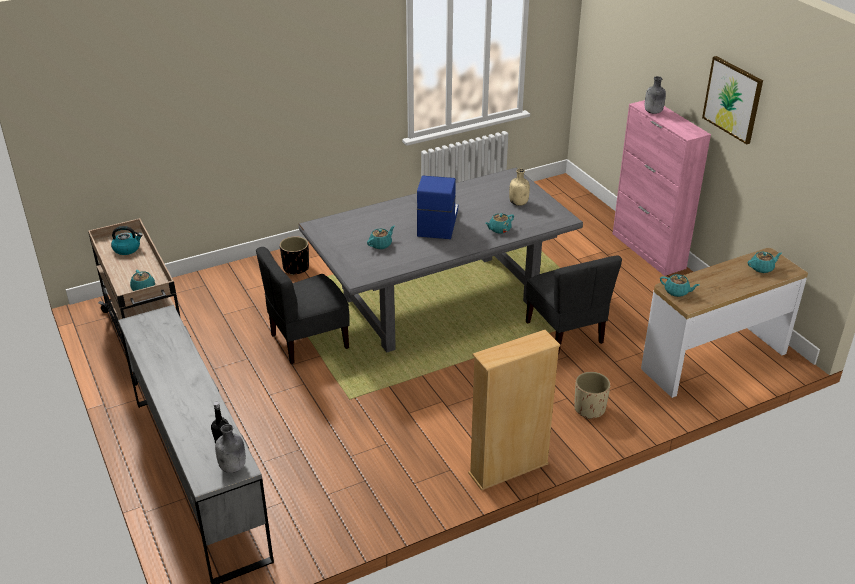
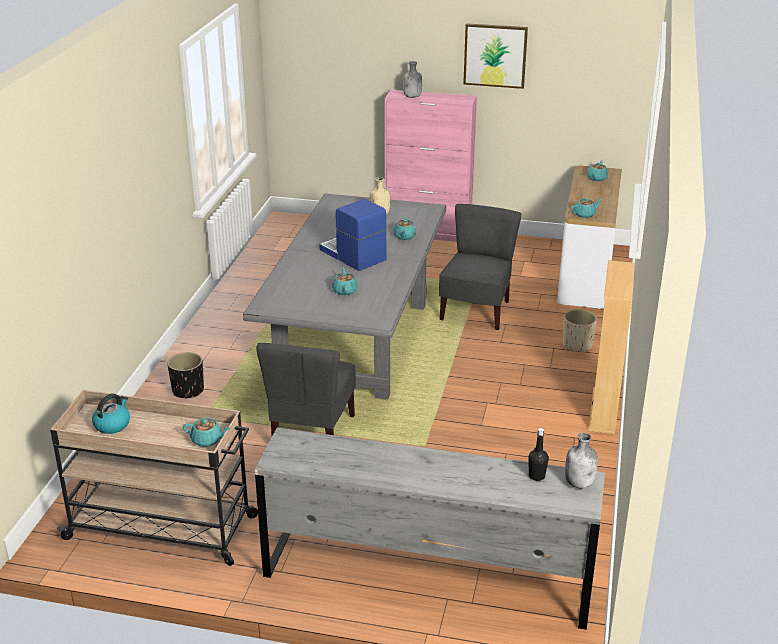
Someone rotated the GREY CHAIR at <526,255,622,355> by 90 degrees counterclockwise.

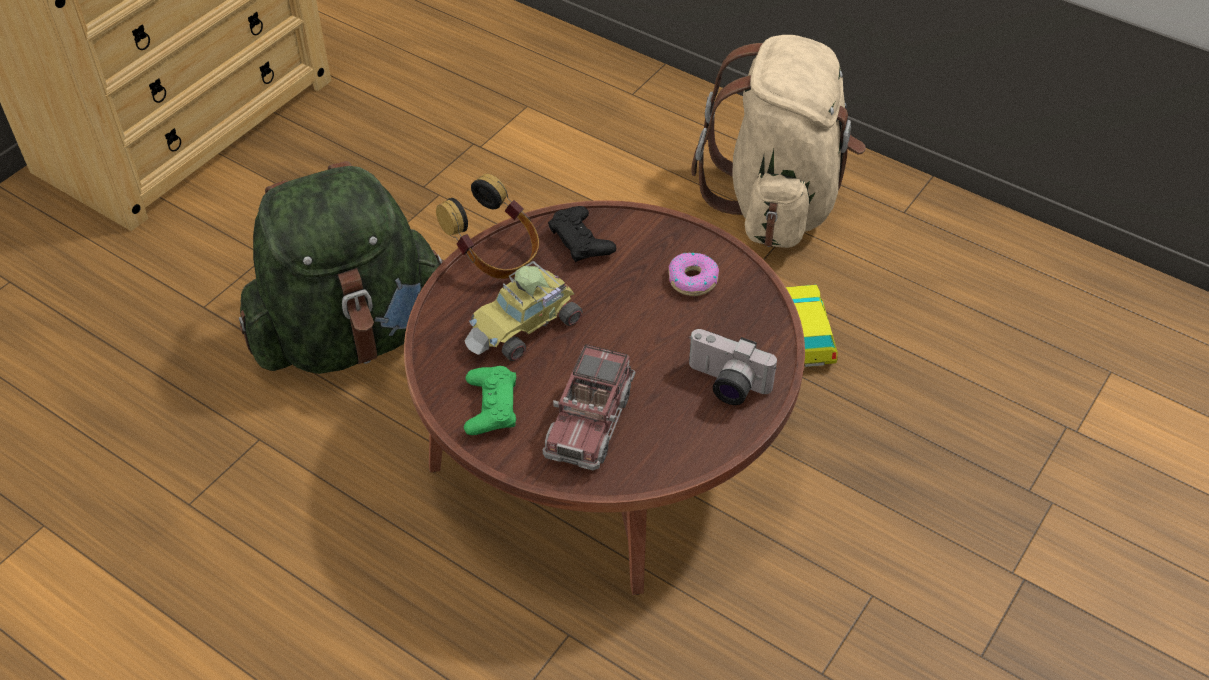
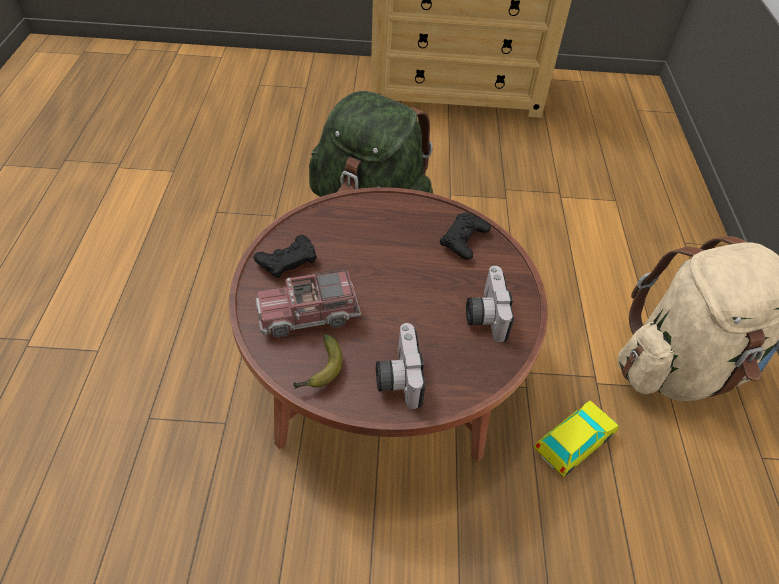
Someone repainted the GREEN GAME CONTROLLER at <464,366,516,435>, which became the BLACK GAME CONTROLLER at <253,235,317,278>.
Someone put down the BANANA at <293,334,343,389>.
Someone swapped the DONUT at <669,252,719,296> for the PHOTO CAMERA at <466,266,514,342>.
Someone took away the HEADPHONES at <436,174,539,279>.
Someone took away the TOY CAR at <465,261,583,361>.

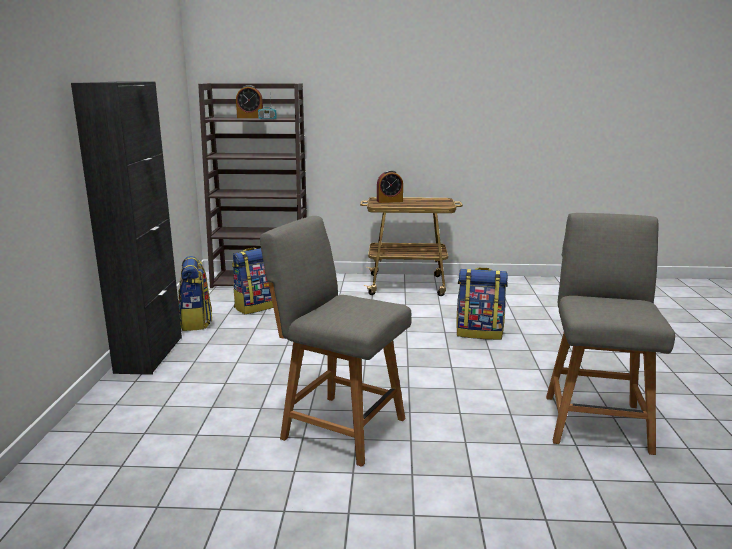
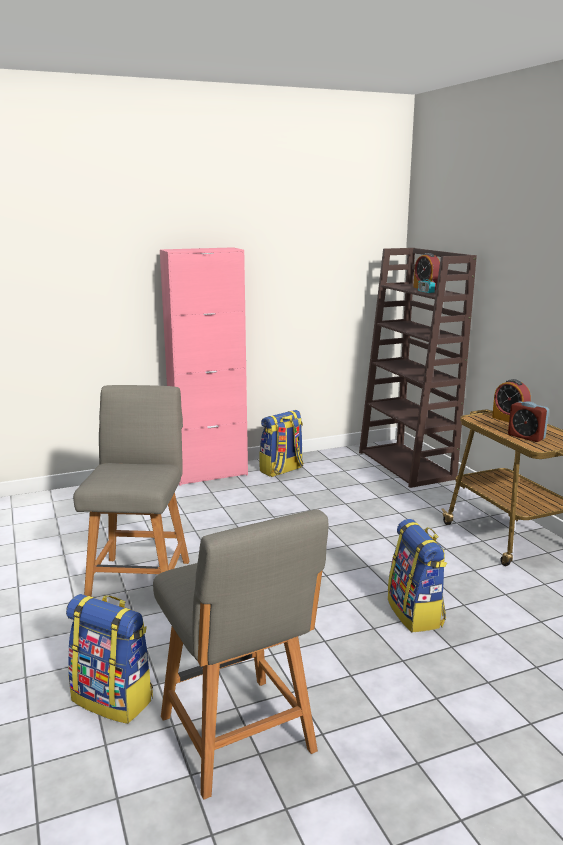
Someone carried the BACKPACK from <232,248,273,314> to <66,594,153,724>.
Someone rotated the GREY CHAIR at <546,213,675,455> by 75 degrees clockwise.
Someone repainted the BLACK CABINET at <71,82,182,375>, which became the PINK CABINET at <160,247,248,486>.
Someone put down the ALARM CLOCK at <508,401,549,442>.

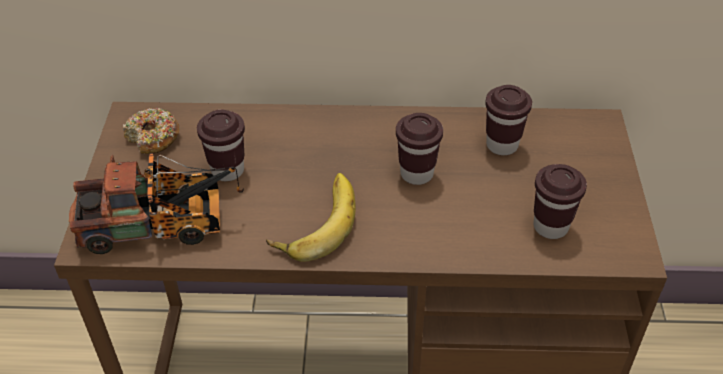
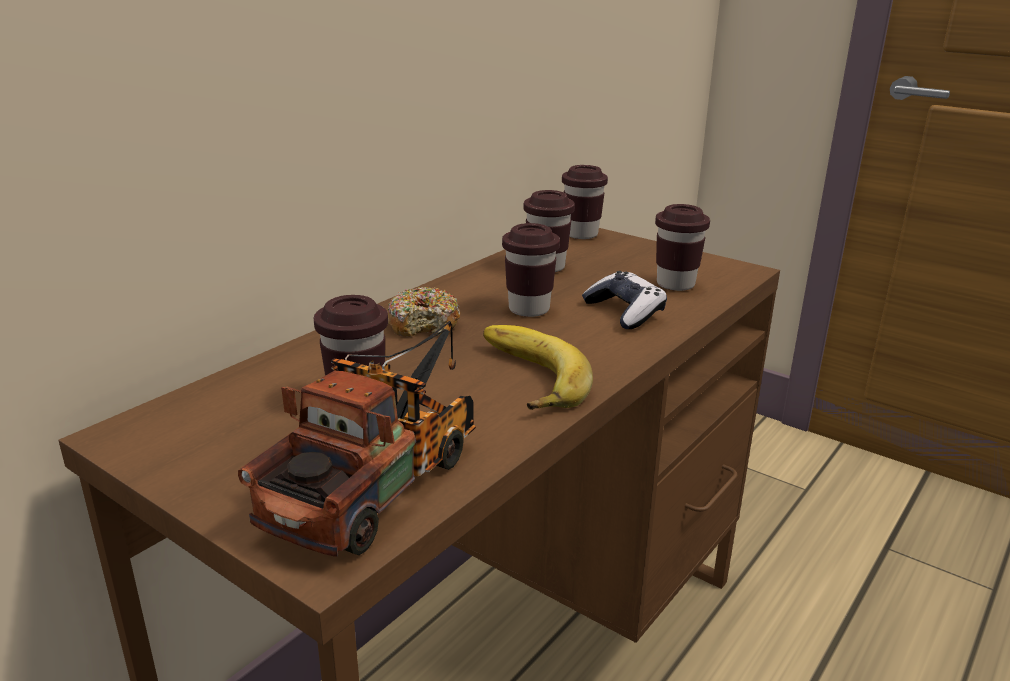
Someone carried the DONUT from <123,108,179,154> to <388,287,460,337>.
Someone put down the BROWN CUP at <562,165,608,239>.
Someone put down the GAME CONTROLLER at <582,271,667,329>.

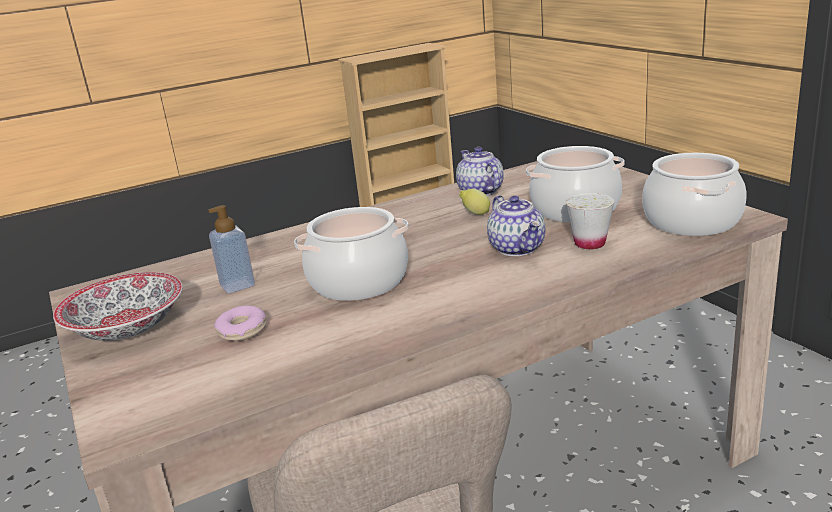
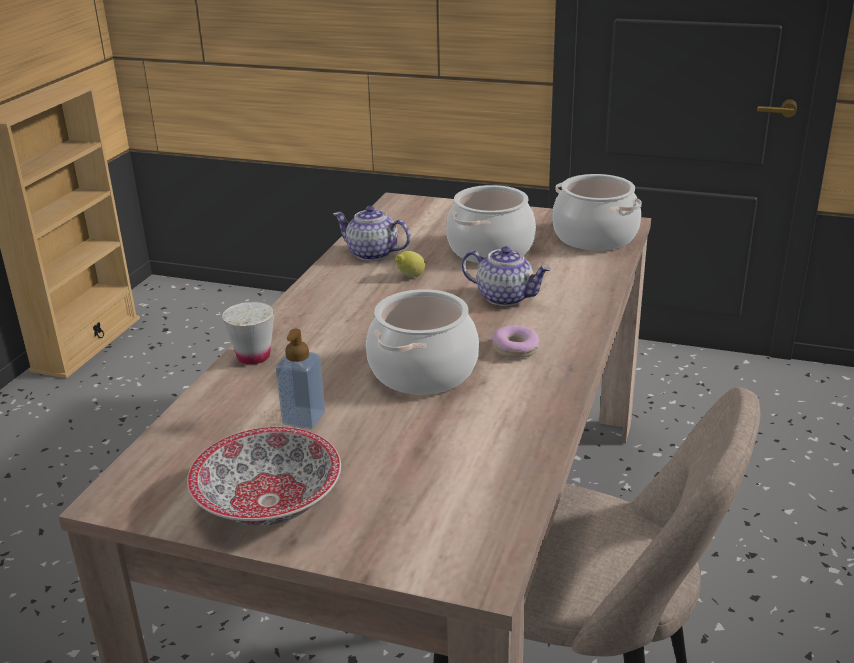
Someone carried the WHITE CUP from <565,193,615,249> to <222,302,274,364>.
Someone carried the DONUT from <214,305,267,341> to <492,325,539,358>.

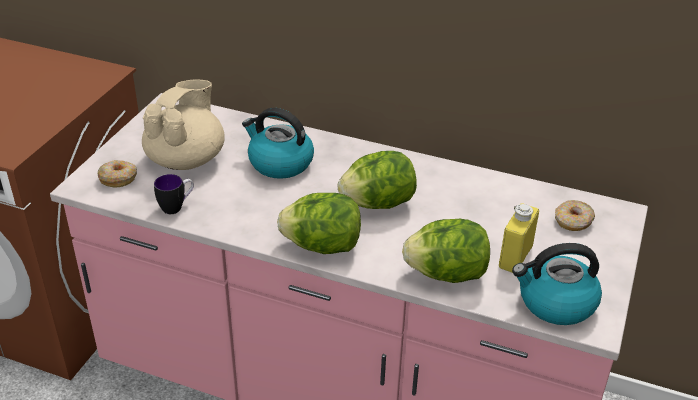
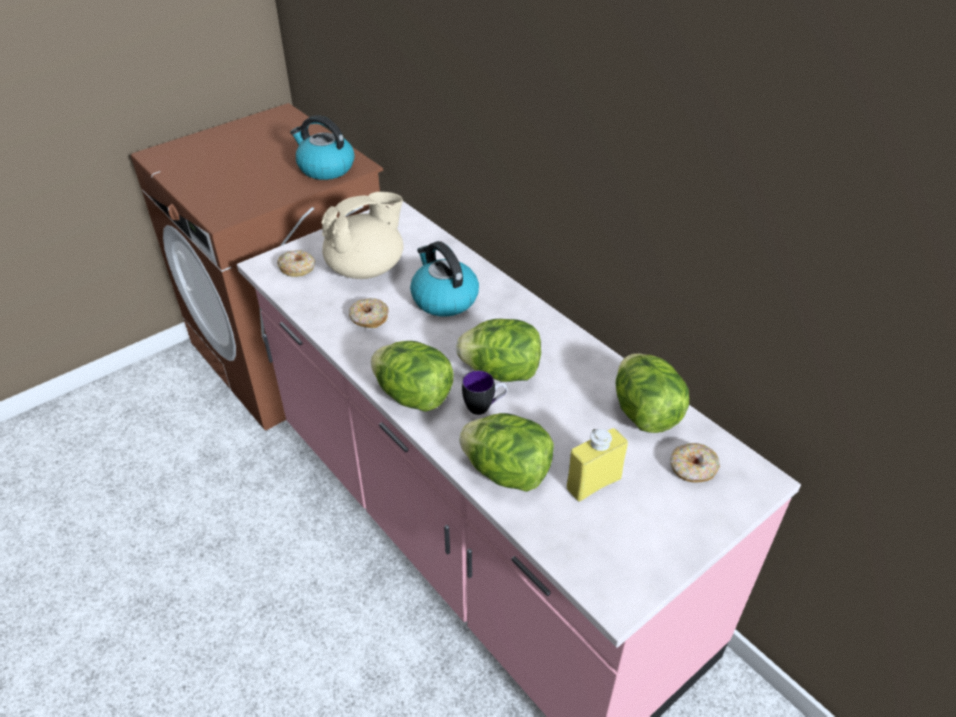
Someone carried the KETTLE from <512,243,602,325> to <290,115,354,180>.
Someone put down the DONUT at <349,298,389,328>.
Someone carried the MUG from <154,174,194,214> to <462,371,507,415>.
Someone put down the LETTUCE at <616,353,689,433>.

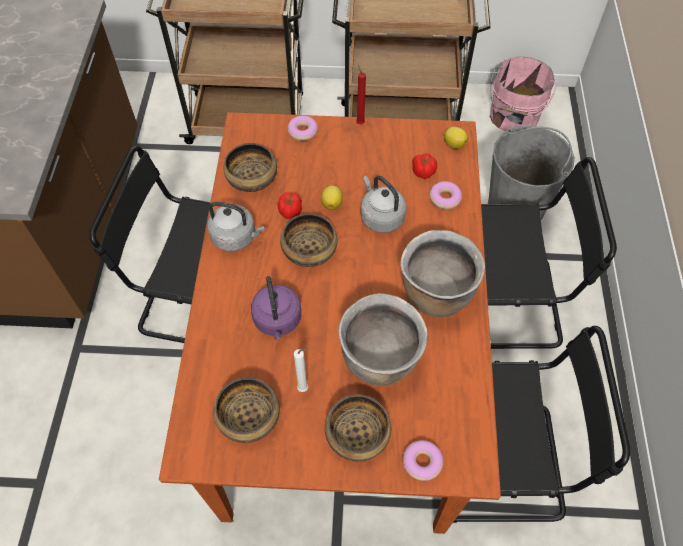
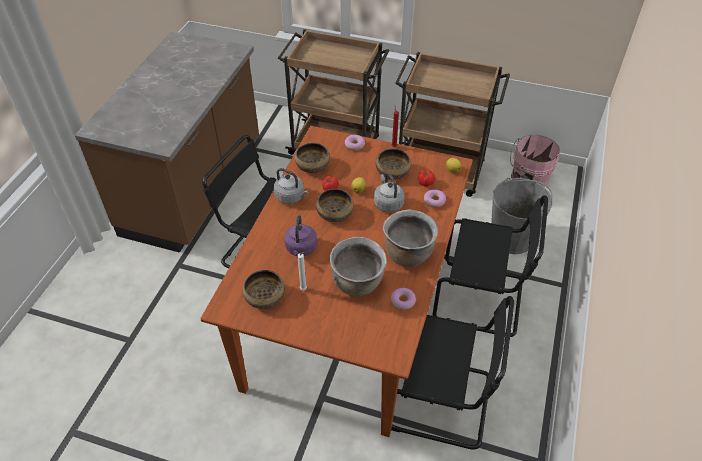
Someone carried the BOWL from <325,394,391,462> to <376,148,411,179>.
Someone carried the DONUT from <403,440,443,481> to <390,288,416,310>.

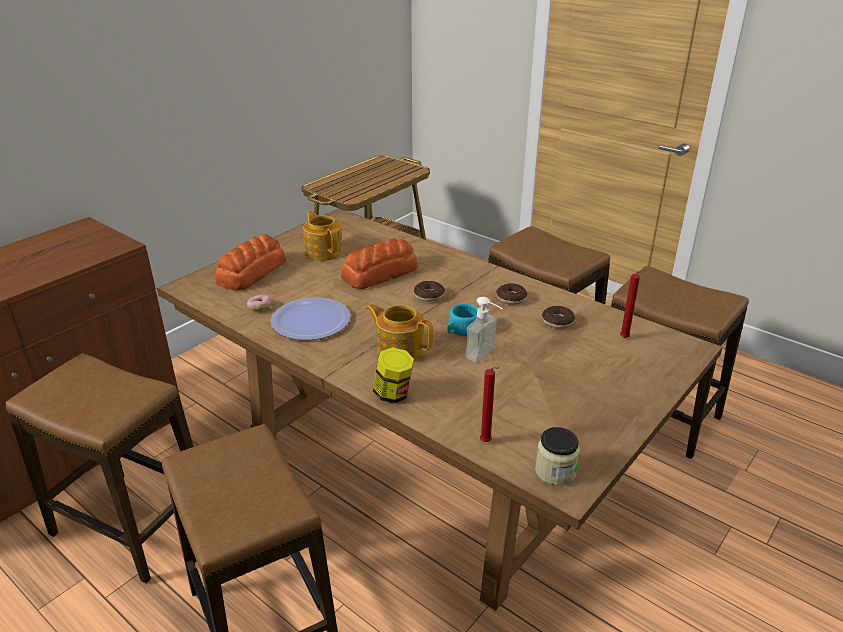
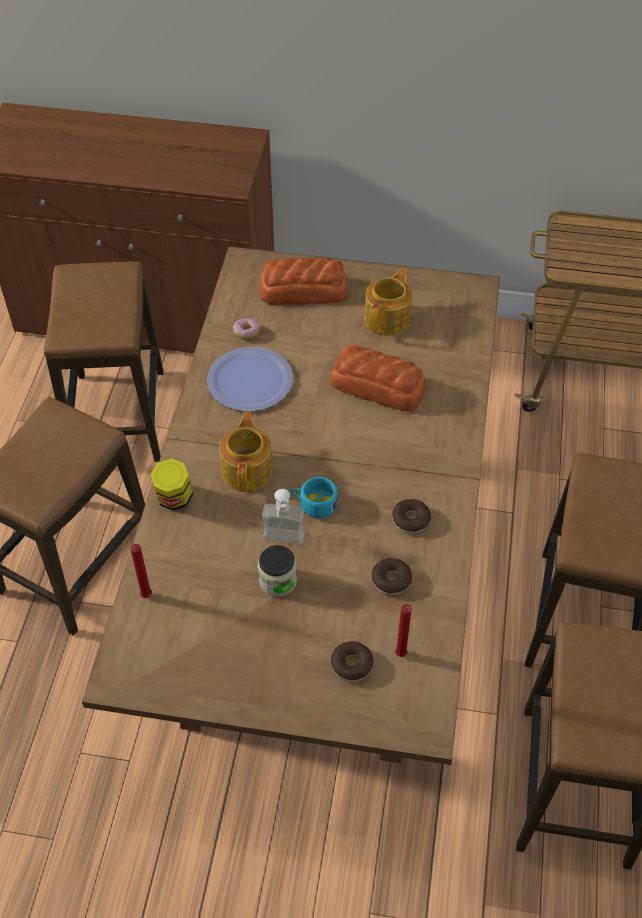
Someone carried the JAR from <535,427,580,486> to <258,545,297,597>.
Someone carried the DONUT from <414,281,445,302> to <331,641,374,682>.

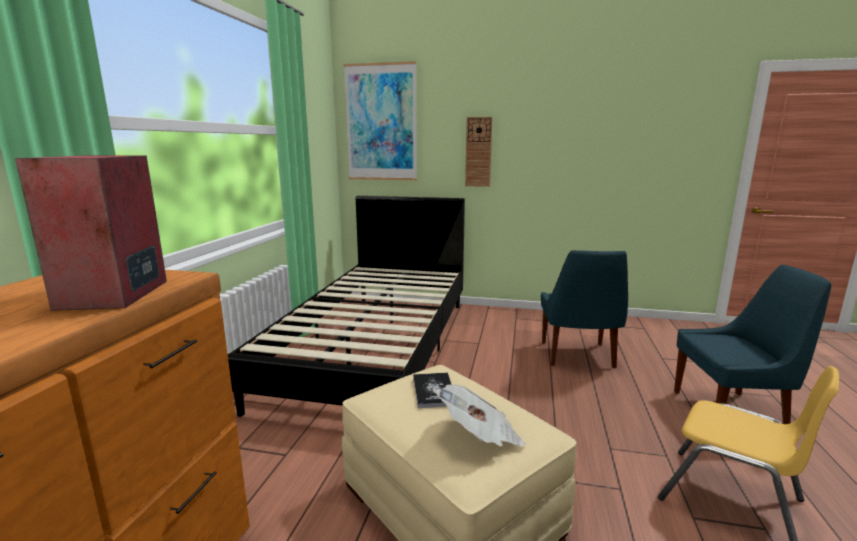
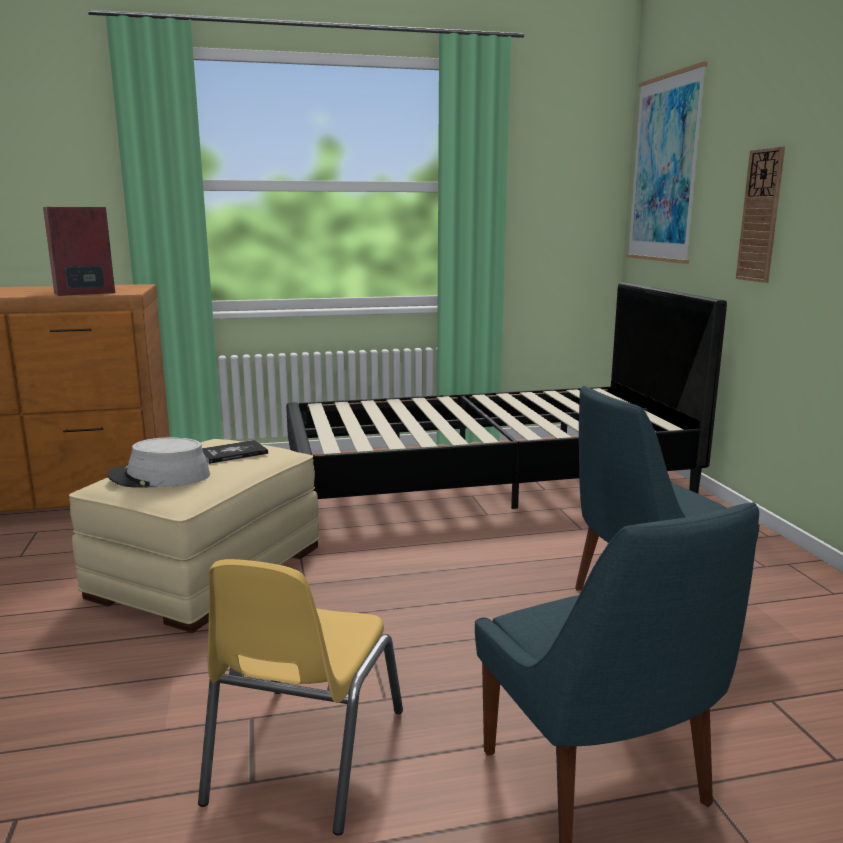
Someone swapped the NEWSPAPER at <436,384,525,446> for the GREY HAT at <108,437,210,488>.

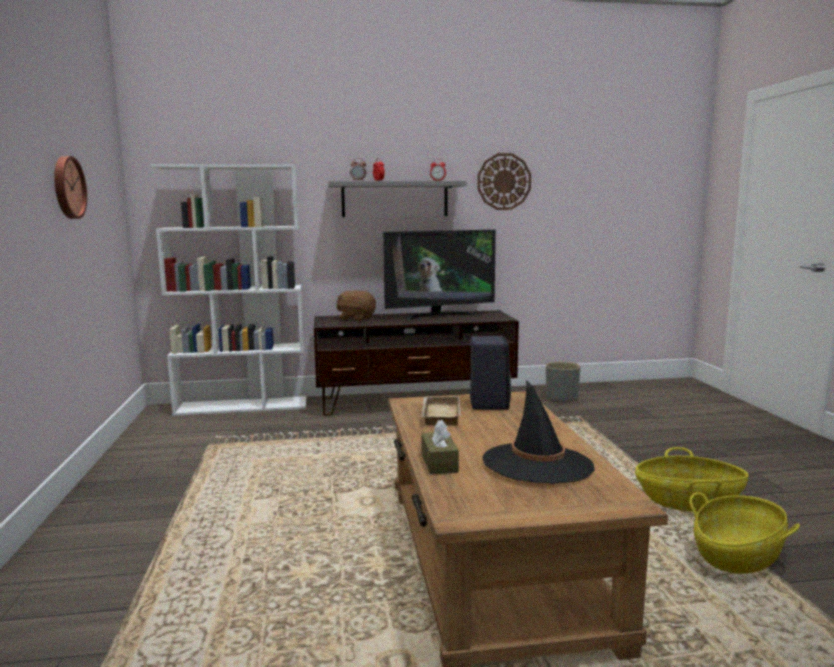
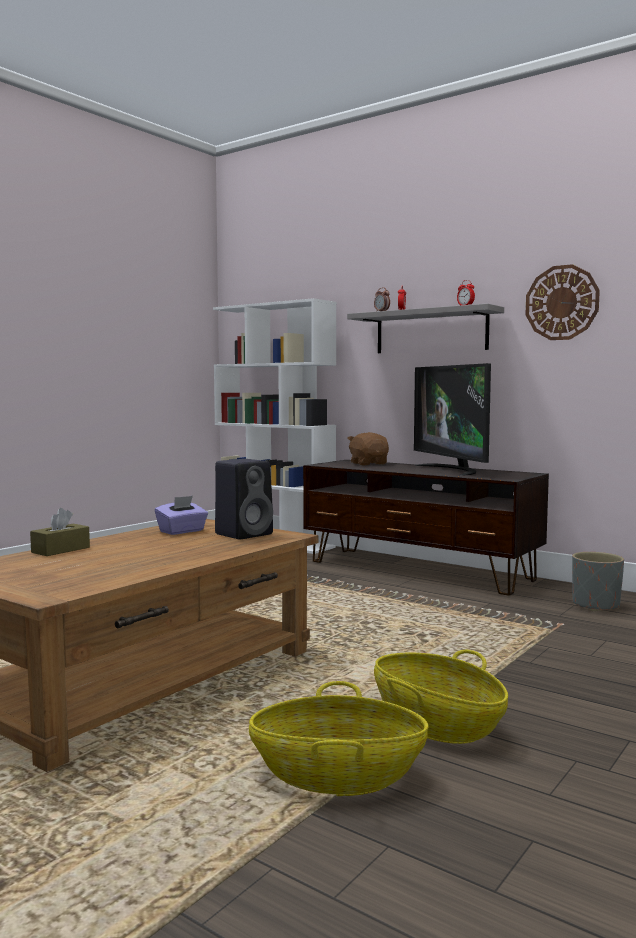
Someone swapped the BEIGE TRAY at <421,396,461,426> for the PURPLE TISSUE BOX at <155,496,208,535>.
Someone rotated the TELEVISION at <383,230,496,321> by 45 degrees clockwise.
Someone took away the WALL CLOCK at <54,156,87,219>.
Someone took away the BLACK HAT at <482,380,595,484>.

